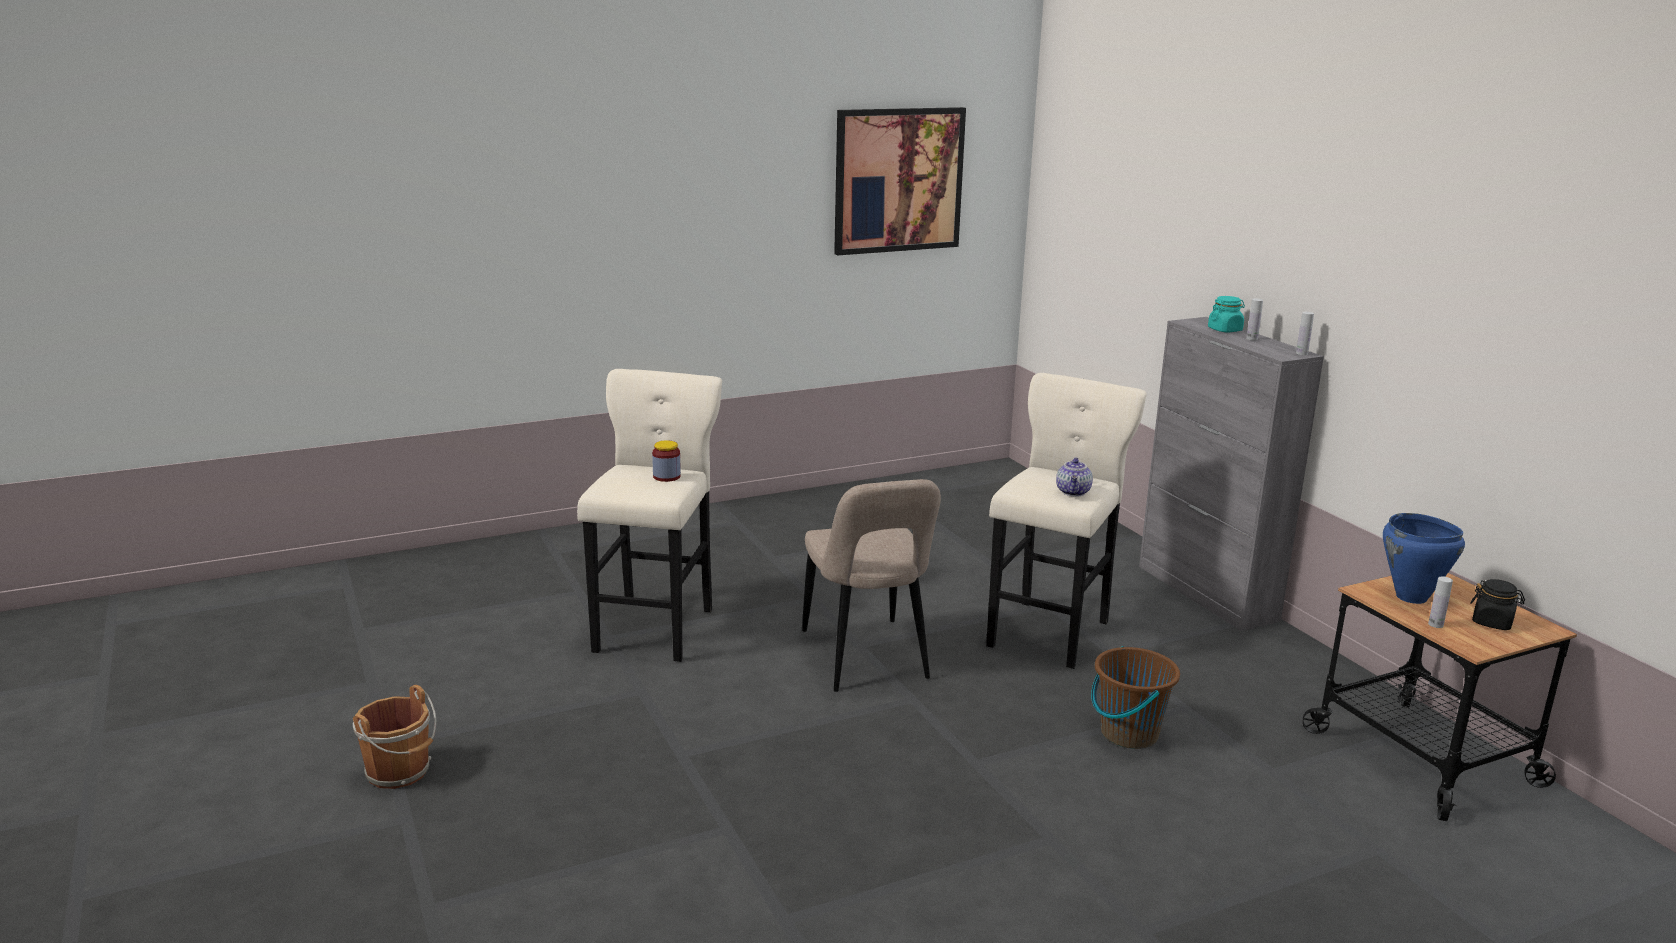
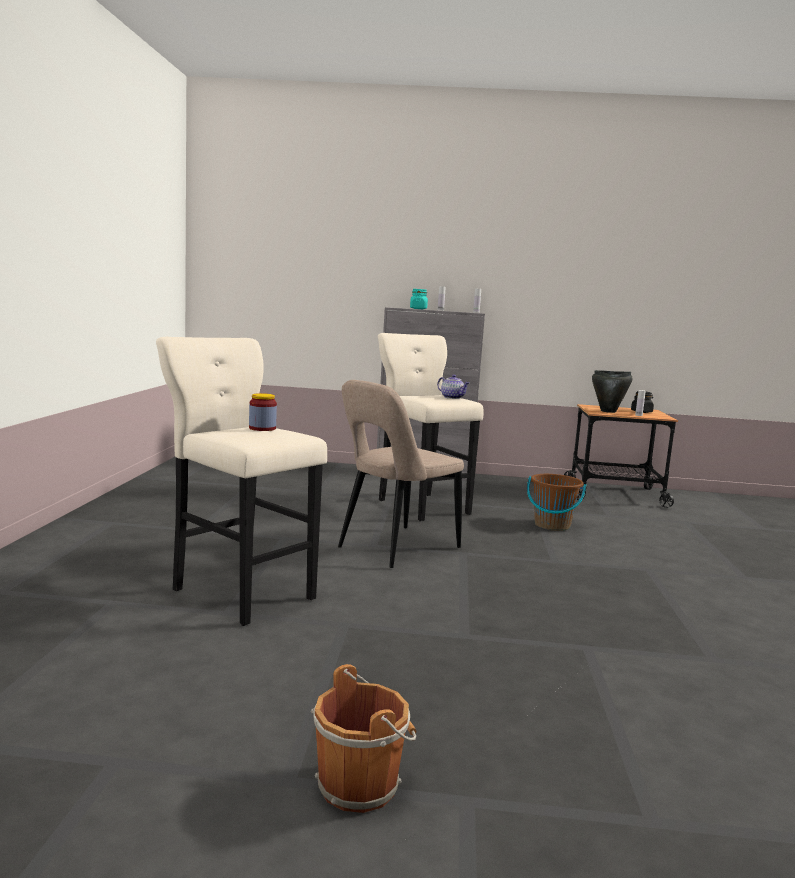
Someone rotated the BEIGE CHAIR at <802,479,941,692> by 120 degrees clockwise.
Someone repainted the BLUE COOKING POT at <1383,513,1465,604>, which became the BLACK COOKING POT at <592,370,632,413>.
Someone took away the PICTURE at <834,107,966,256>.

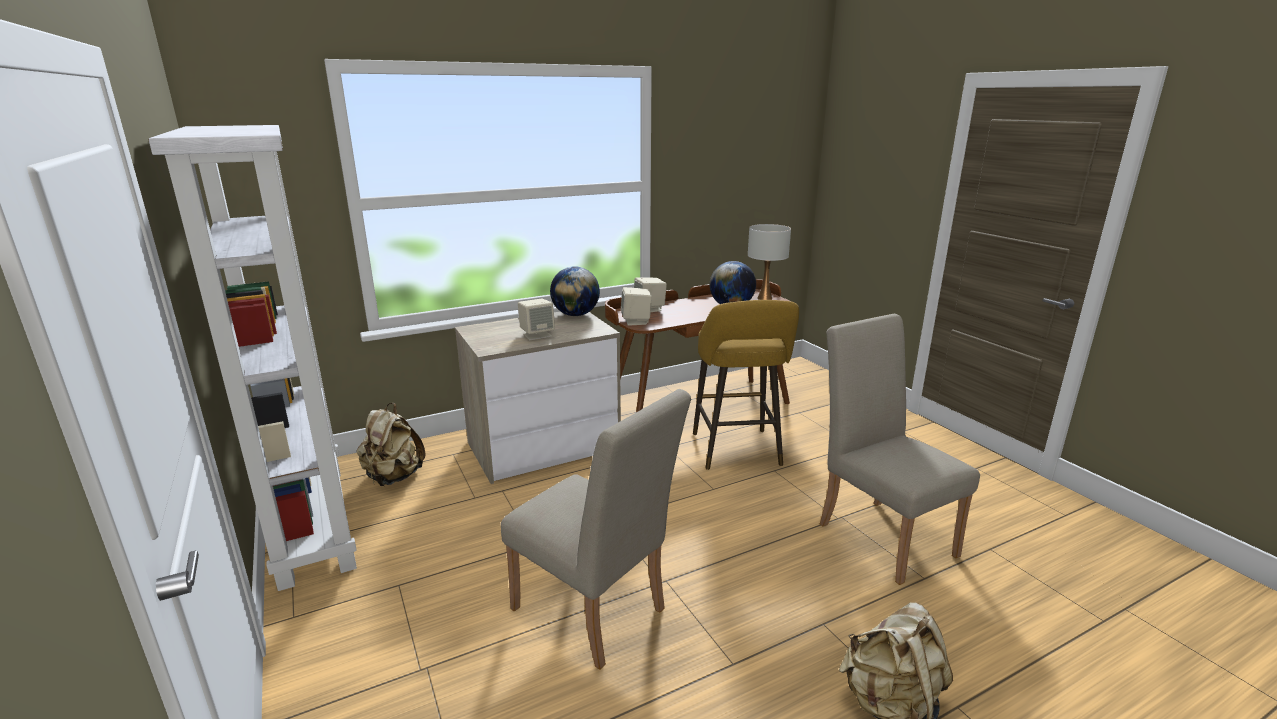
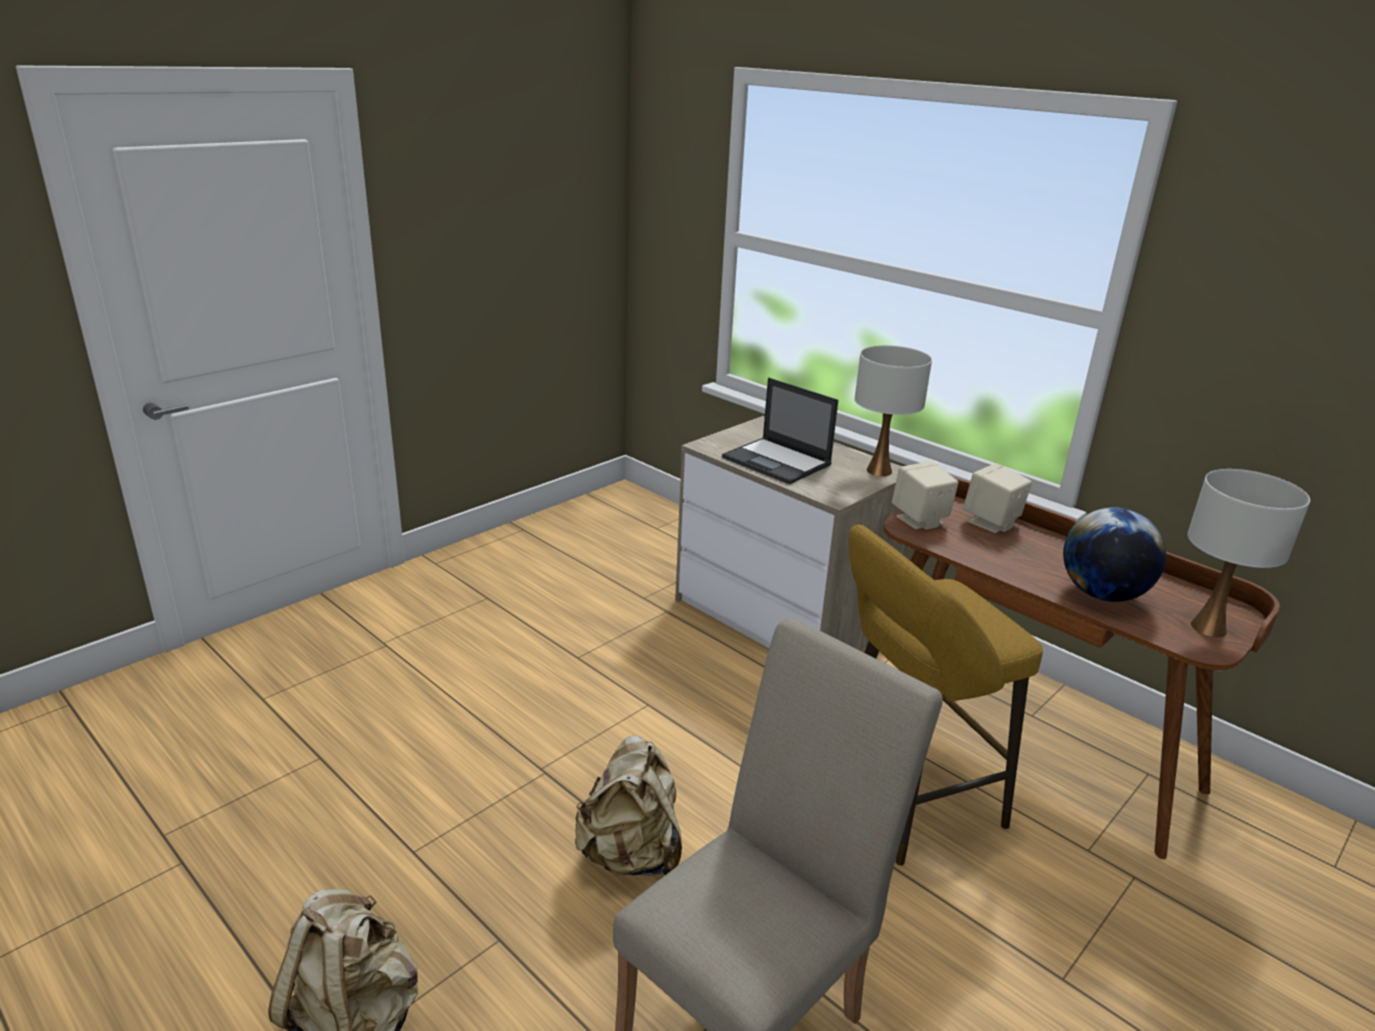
Someone carried the BEIGE BACKPACK from <356,403,425,486> to <575,736,682,876>.
Someone swapped the BEIGE SPEAKER at <518,299,555,340> for the LAPTOP at <722,377,838,484>.
Someone swapped the GLOBE at <550,266,600,316> for the WHITE TABLE LAMP at <855,345,932,476>.
Someone took away the WHITE BOOKCASE at <148,125,357,591>.
Someone took away the BEIGE CHAIR at <501,389,691,670>.

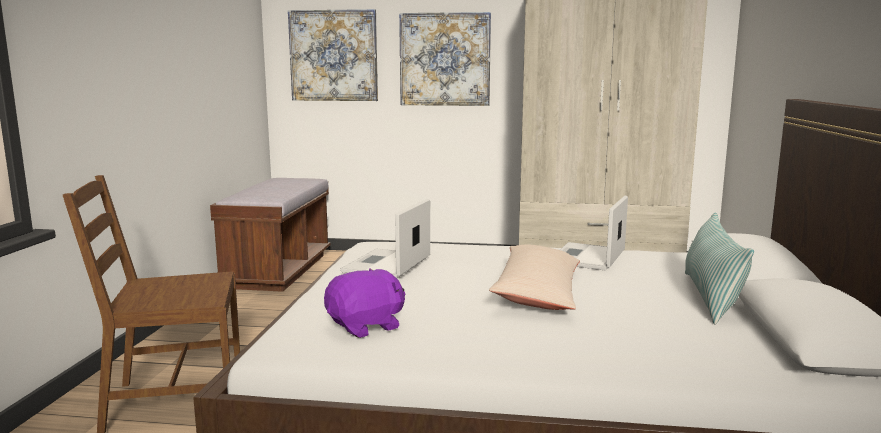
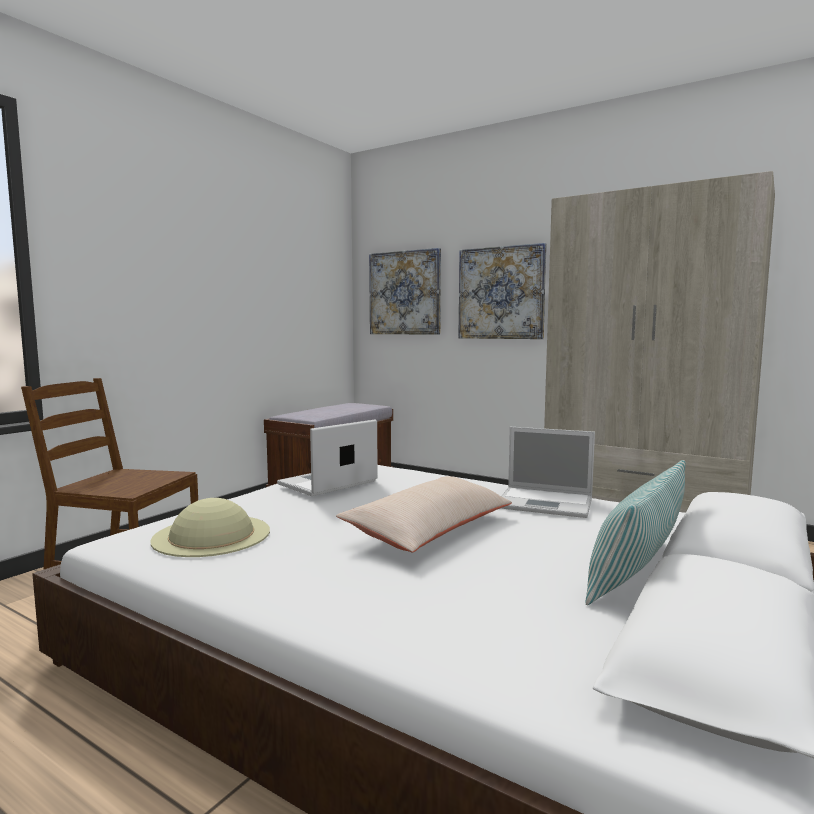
Someone swapped the PURPLE PLUSH TOY at <324,269,405,338> for the BEIGE HAT at <150,498,270,557>.
Someone rotated the LAPTOP at <560,195,628,271> by 120 degrees counterclockwise.

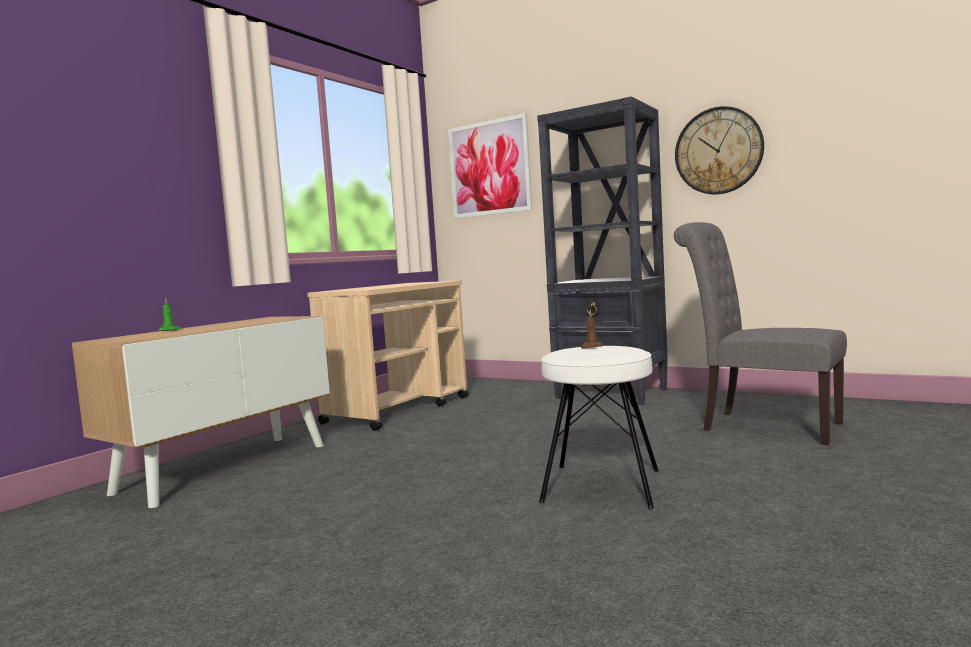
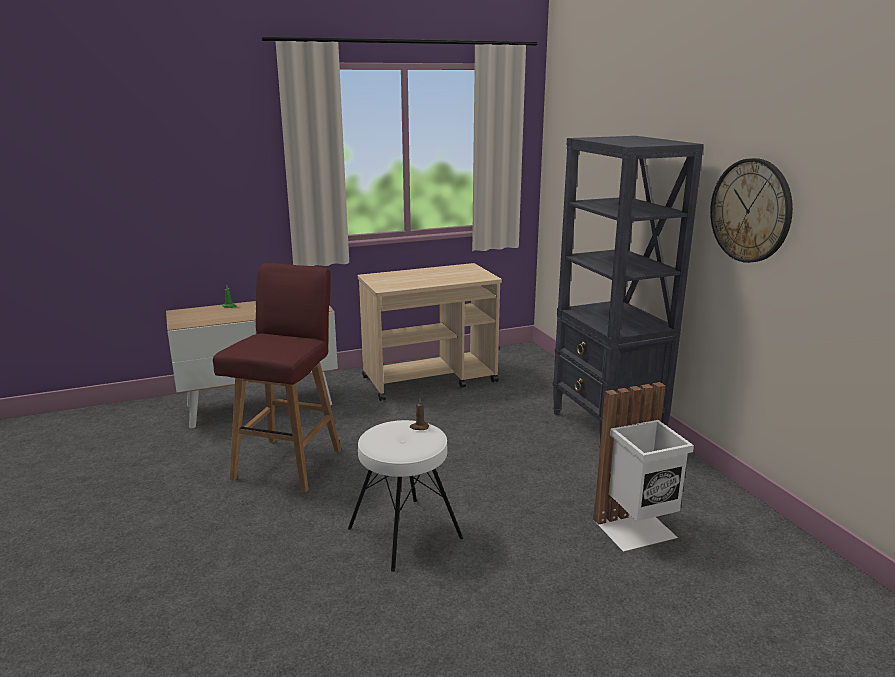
Someone put down the RED STOOL at <213,263,341,492>.
Someone swapped the GREY CHAIR at <674,222,847,445> for the WHITE TRASH CAN at <593,382,694,552>.
Someone took away the PICTURE at <448,113,532,219>.

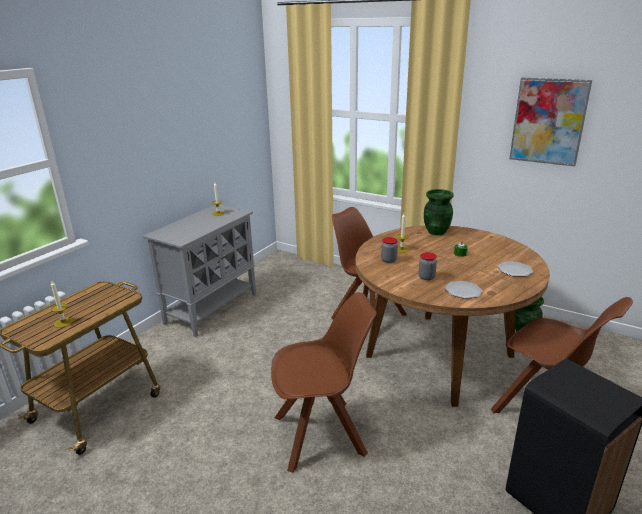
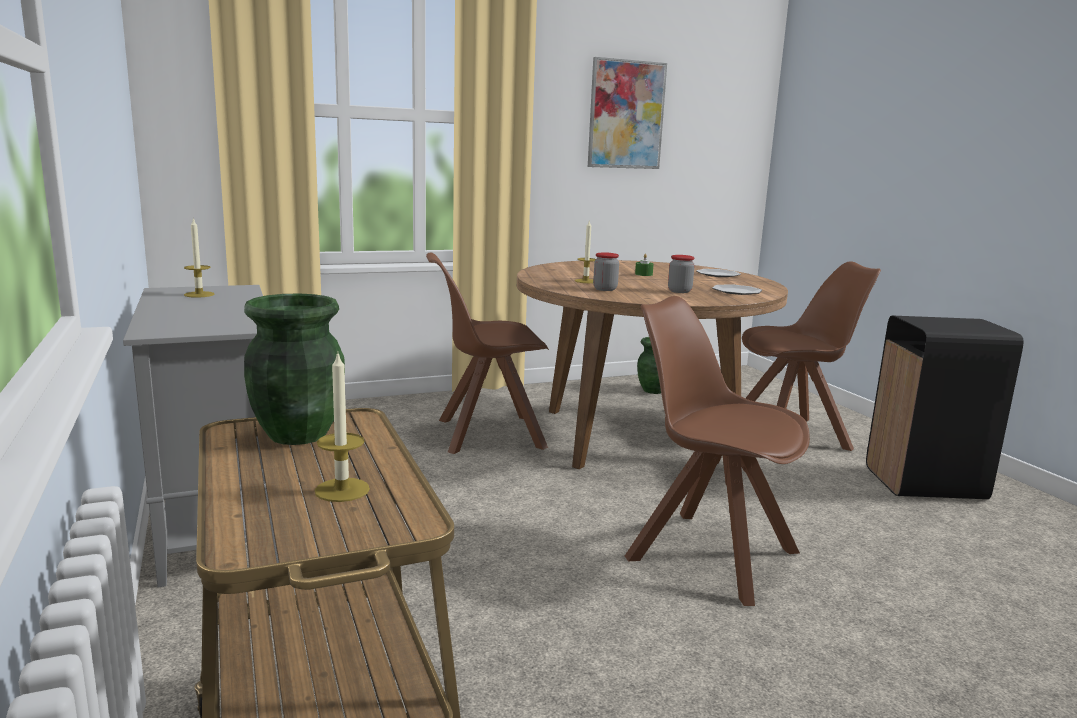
Someone carried the GREEN VASE from <424,189,453,235> to <244,293,345,445>.
Someone rotated the BROWN CHAIR at <271,292,377,473> by 75 degrees counterclockwise.

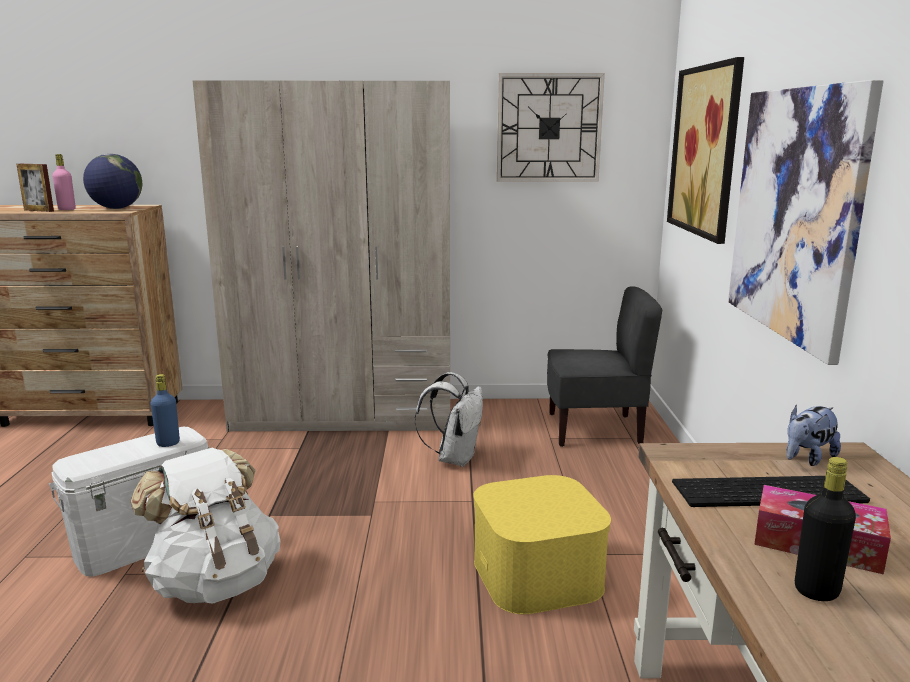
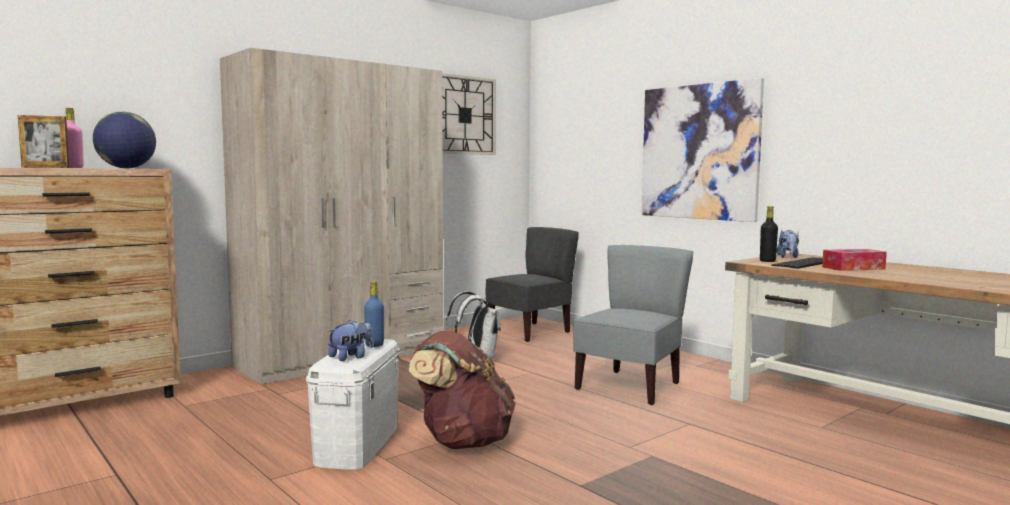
Someone put down the PLUSH TOY at <328,320,373,361>.
Someone repainted the WHITE BACKPACK at <131,447,281,604>, which became the BROWN BACKPACK at <409,331,516,449>.
Someone swapped the YELLOW STORAGE BOX at <473,475,611,614> for the GREY CHAIR at <573,245,693,405>.
Someone carried the BLACK BOTTLE from <795,457,856,601> to <760,206,778,262>.
Someone took away the PICTURE at <667,57,744,244>.

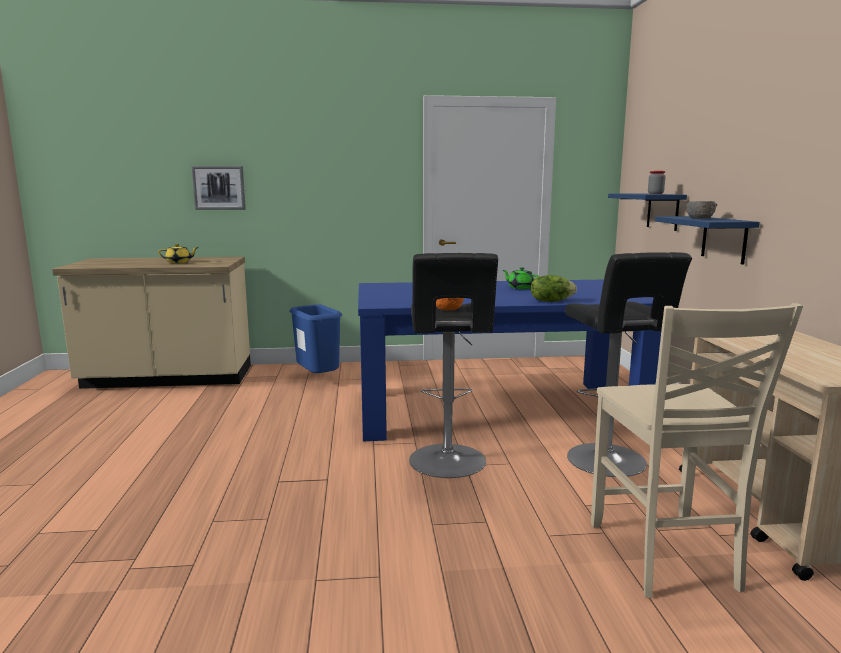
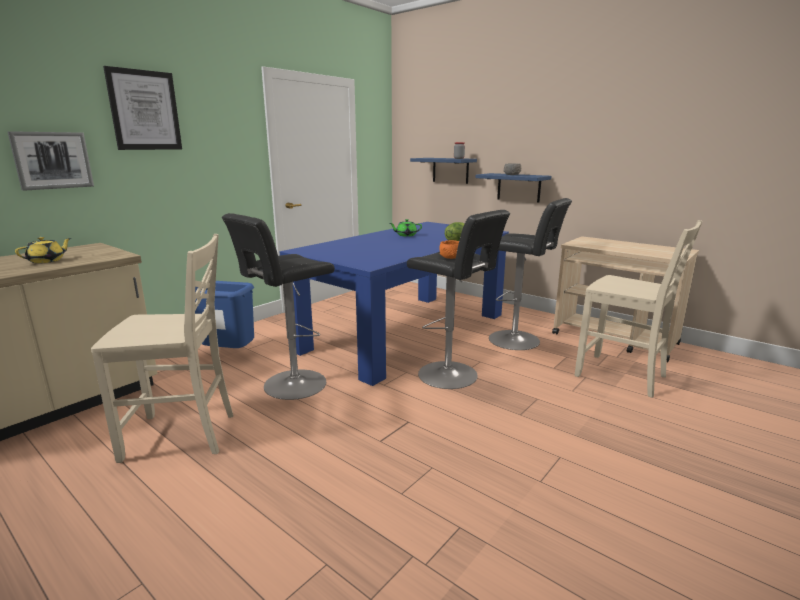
Someone put down the BEIGE CHAIR at <91,234,233,463>.
Someone put up the PICTURE at <103,66,182,150>.
Someone put down the BLACK STOOL at <222,213,335,400>.

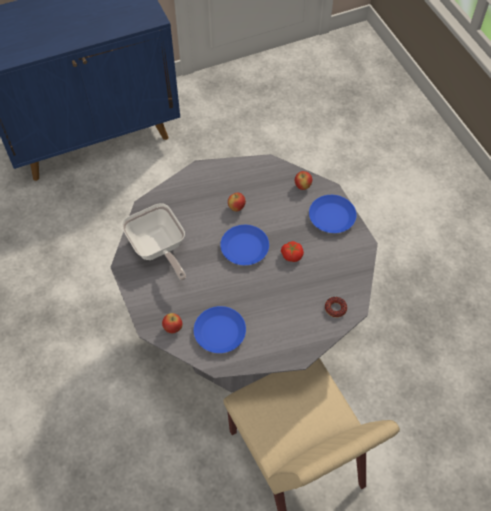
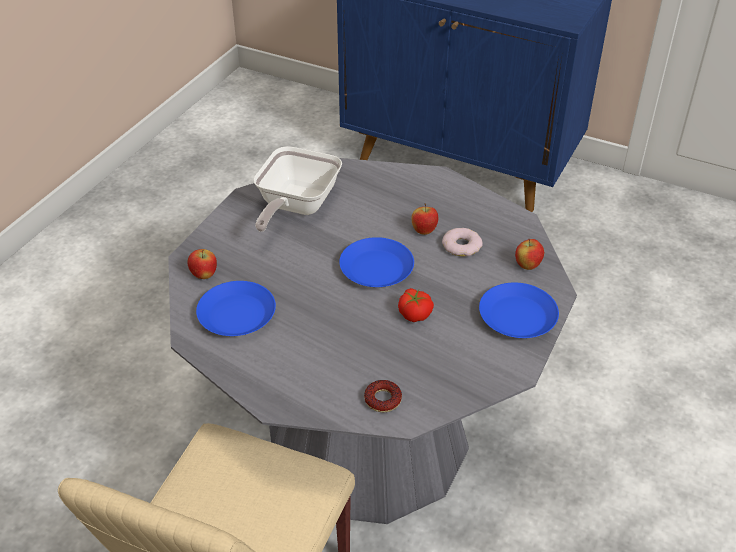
Someone put down the DONUT at <442,228,483,256>.

